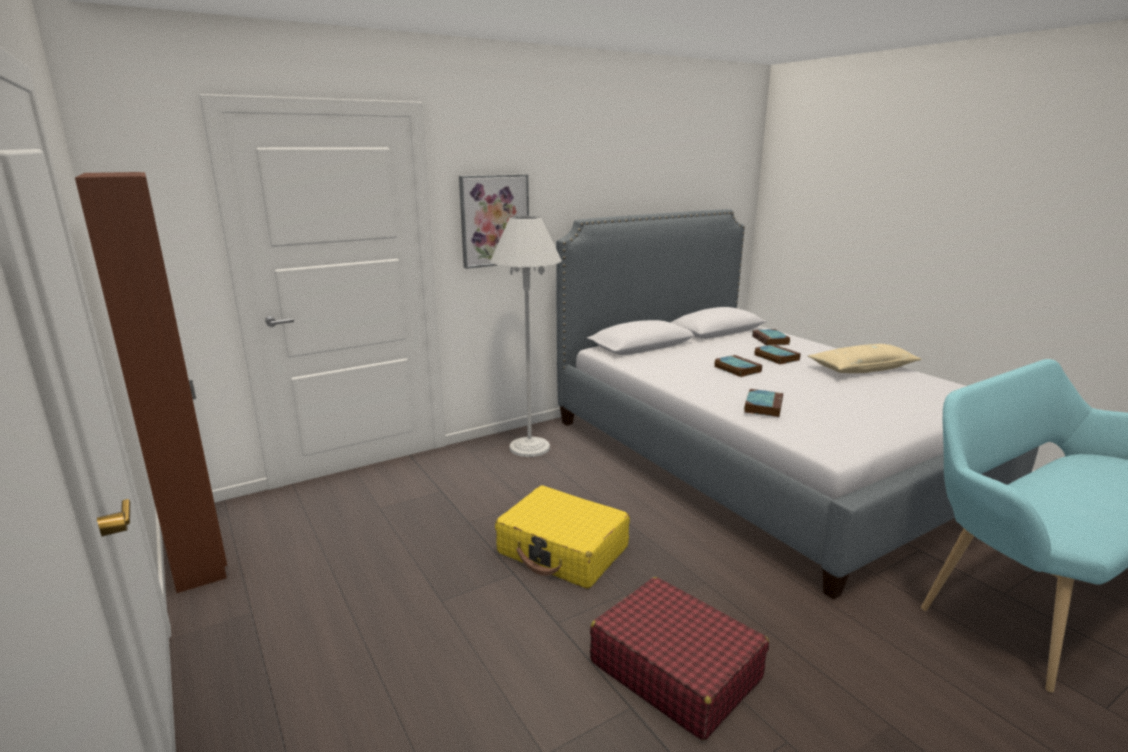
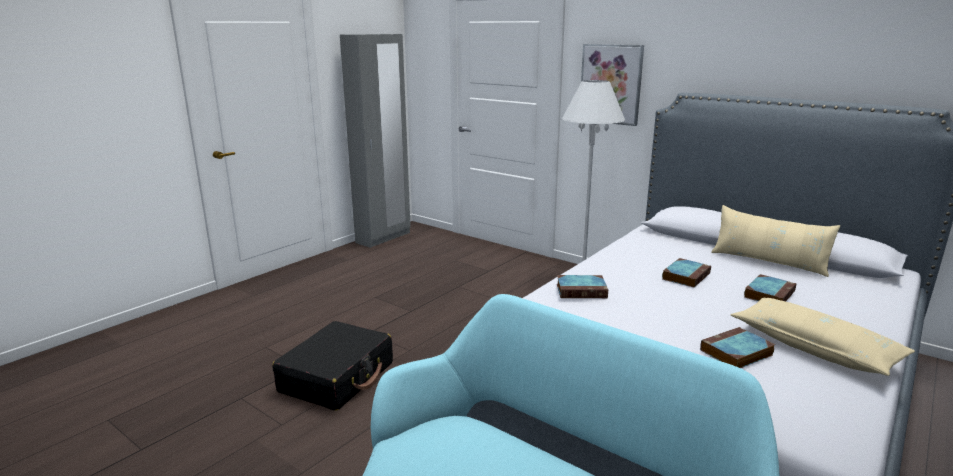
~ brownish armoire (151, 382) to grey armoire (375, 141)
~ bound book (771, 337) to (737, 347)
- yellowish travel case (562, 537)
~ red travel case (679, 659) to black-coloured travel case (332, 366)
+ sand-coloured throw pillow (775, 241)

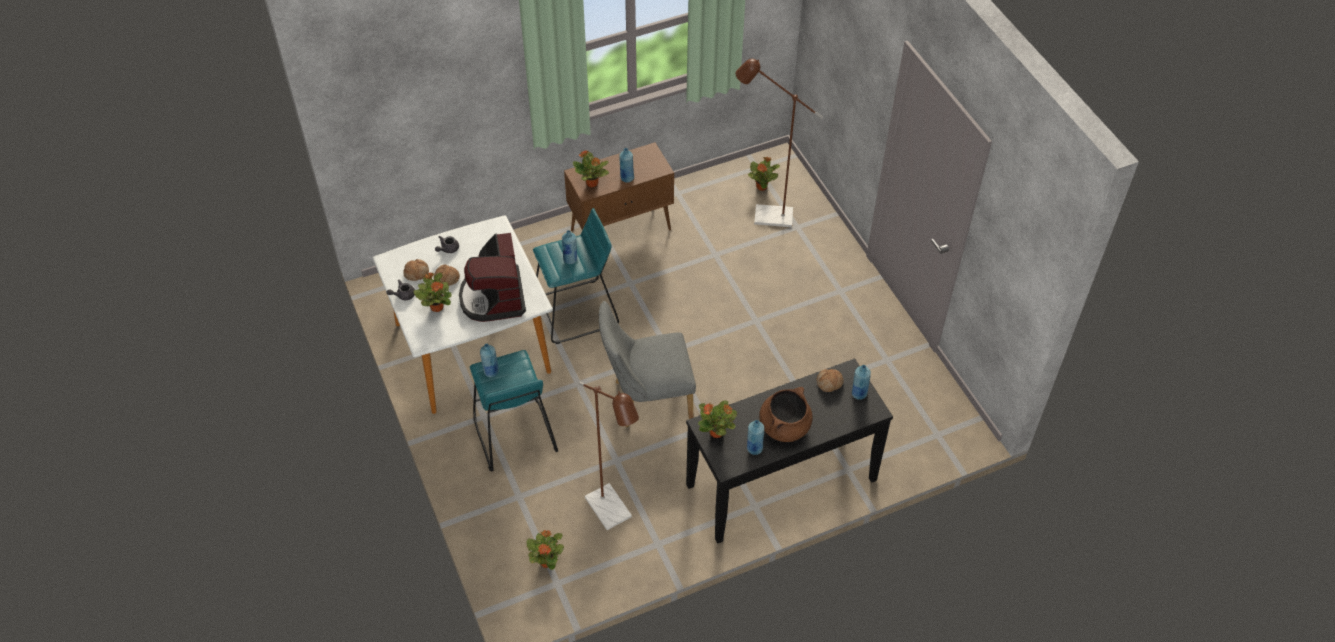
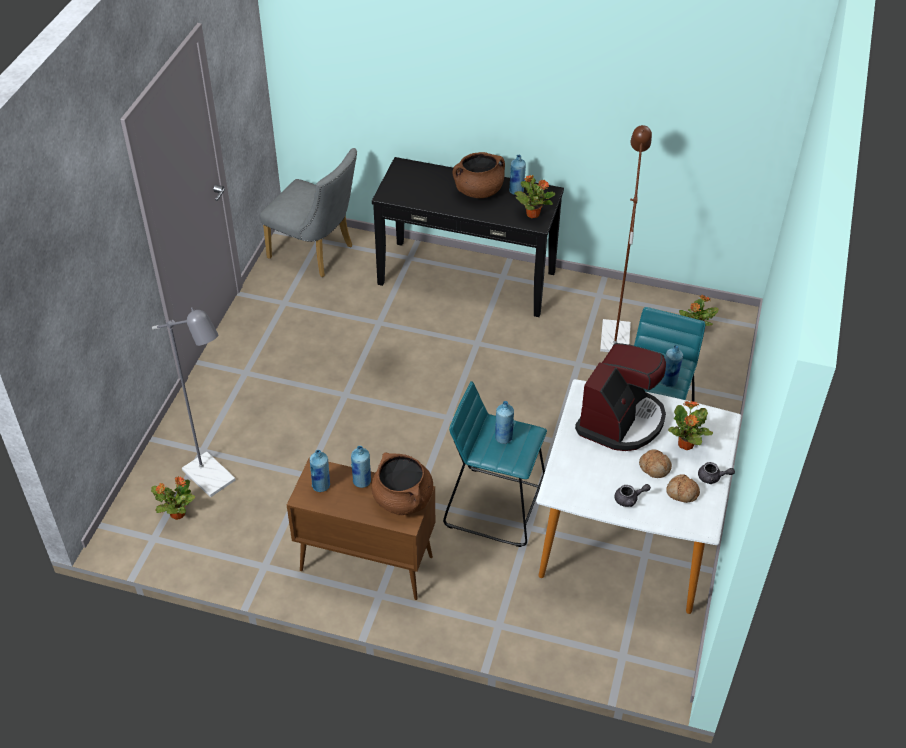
~ brownish standard lamp (779, 143) to grey standard lamp (193, 402)
~ potted plant (591, 169) to brownish stockpot (402, 484)
~ grey chair (647, 364) to (308, 212)
~ bluish drink bottle (861, 382) to (320, 471)
- bakery bread (830, 380)

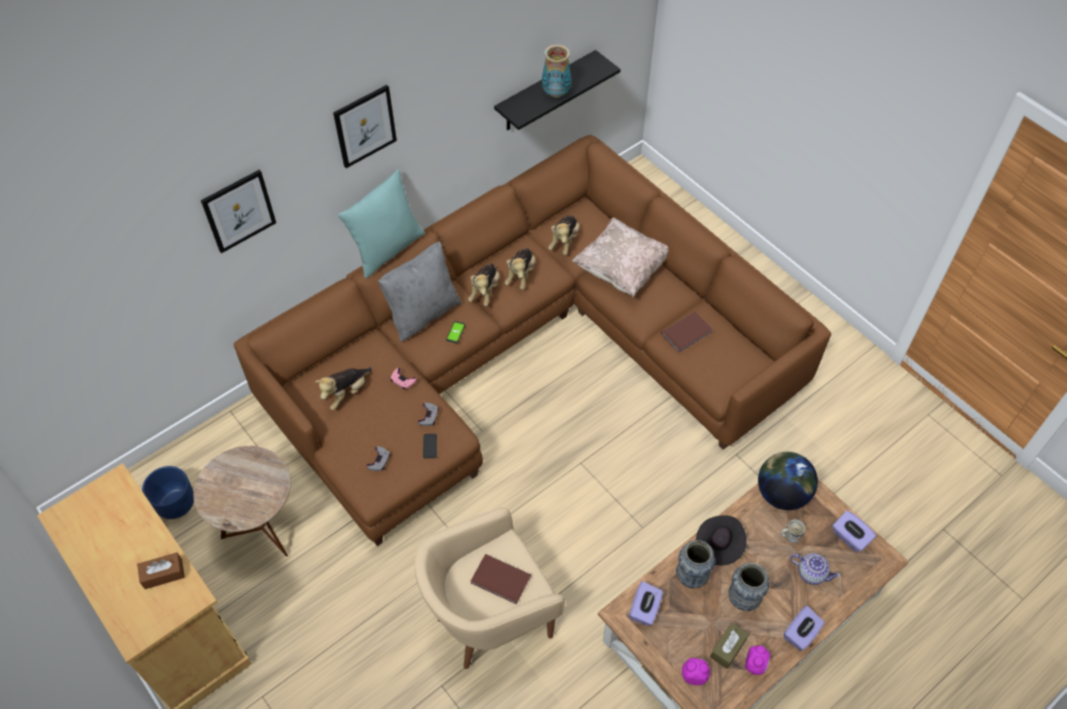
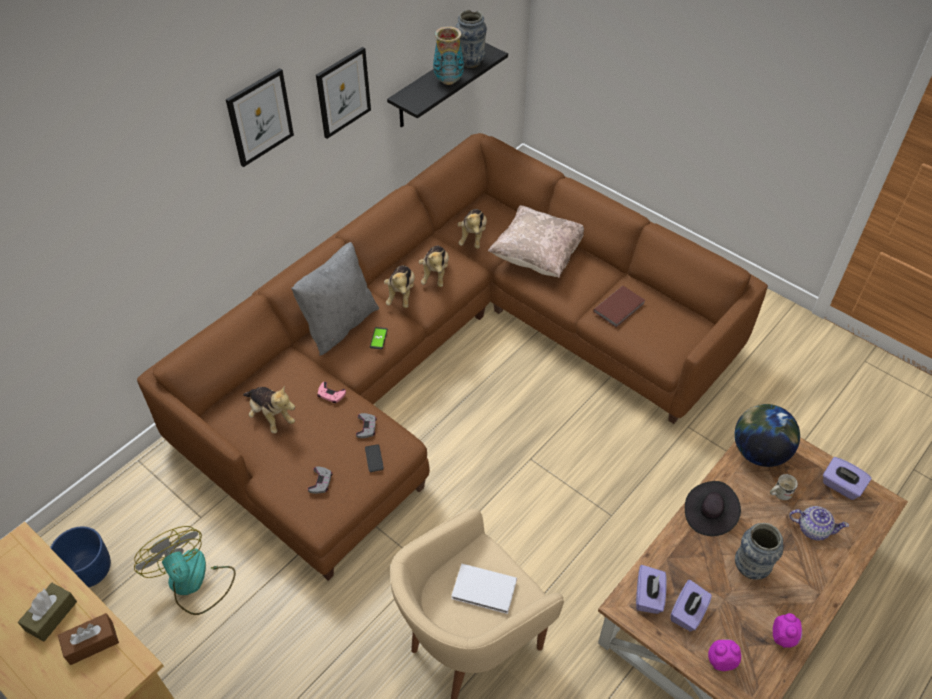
- turquoise-coloured throw pillow (381, 223)
~ wall art (238, 211) to (343, 93)
~ cuddly toy (343, 388) = (269, 409) 75 degrees counterclockwise
~ brownish accent table (242, 501) to cooling fan (185, 570)
~ vase (695, 564) to (471, 39)
~ brownish bound book (501, 579) to whitish bound book (484, 589)
~ purple tissue holder (804, 628) to (691, 606)
~ brownish tissue holder (729, 645) to (47, 612)

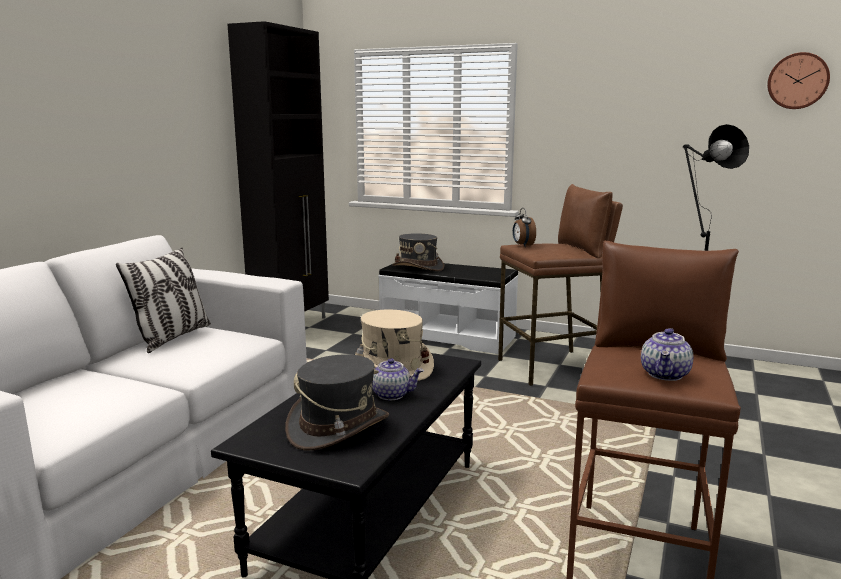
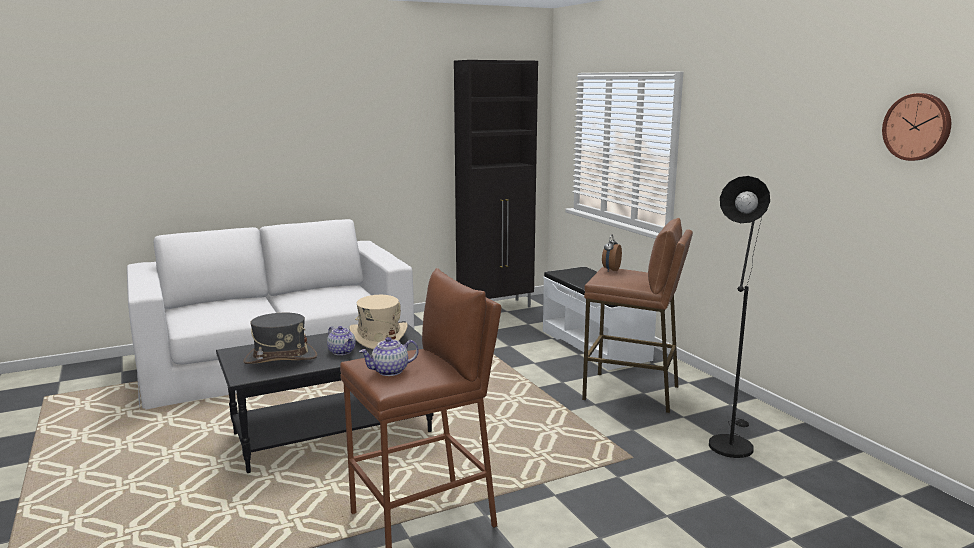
- grey wearable hat (418, 252)
- throw pillow (163, 300)

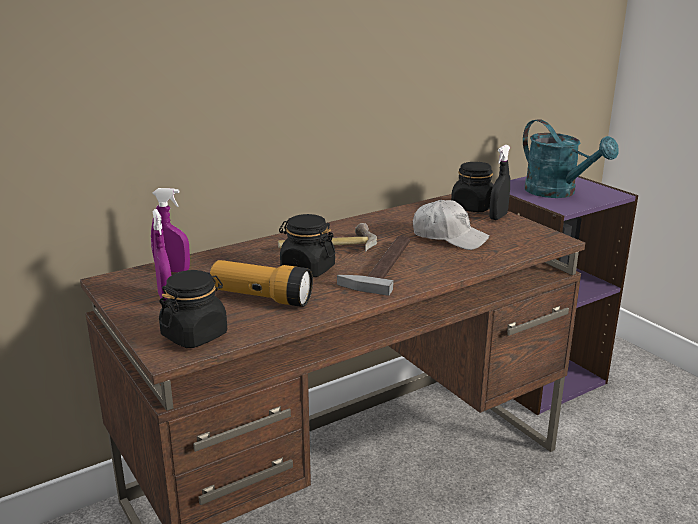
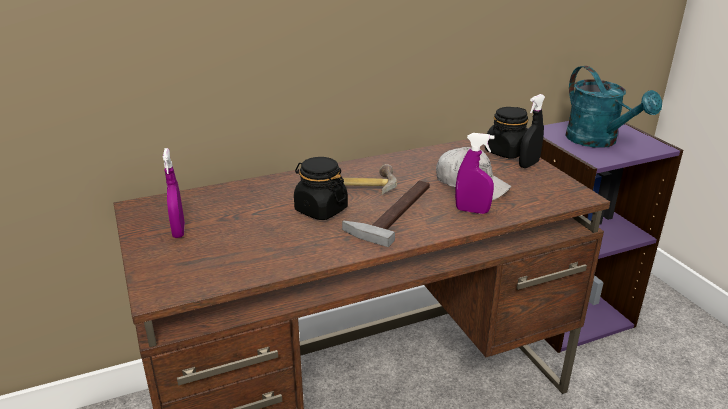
~ purple sprayer (170, 230) to (474, 173)
- torch (261, 283)
- black-coloured jar (193, 309)

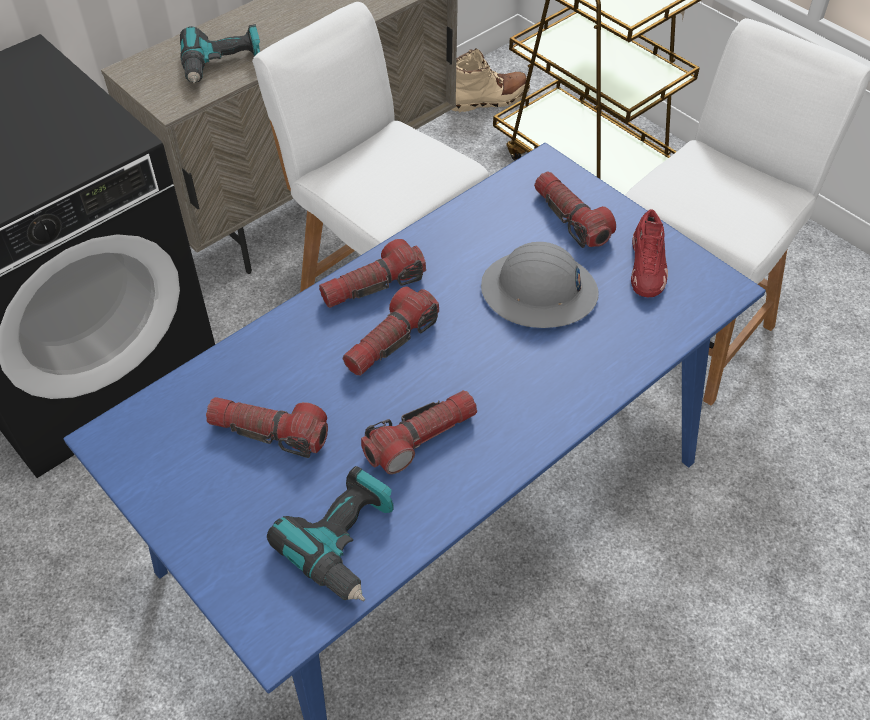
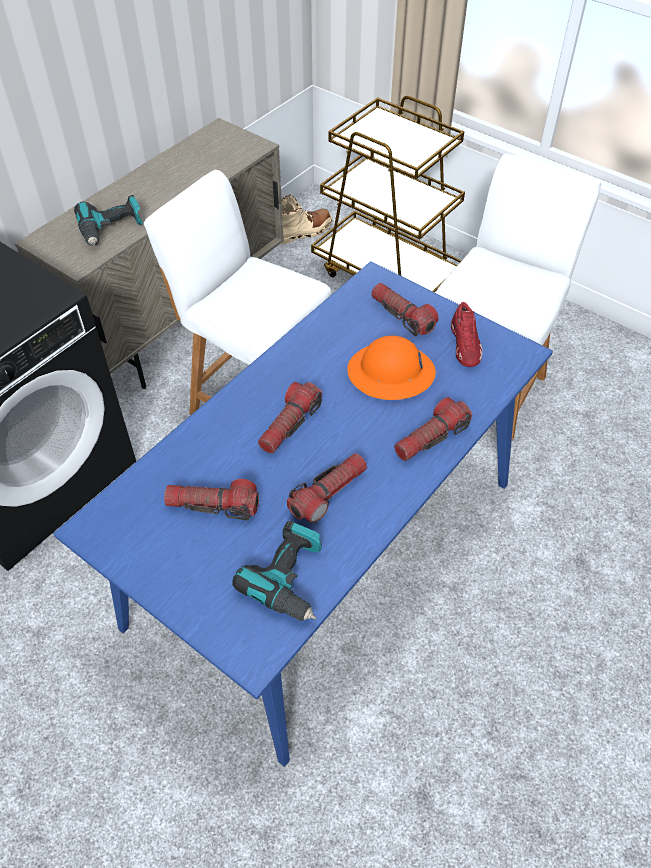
~ torch (372, 273) to (433, 429)
~ grey safety helmet (540, 285) to orange-coloured safety helmet (391, 368)

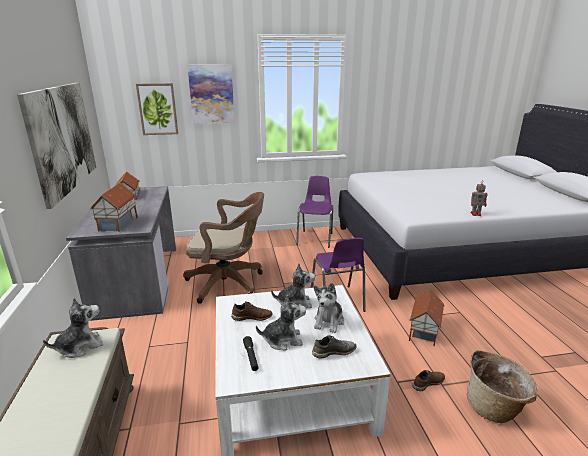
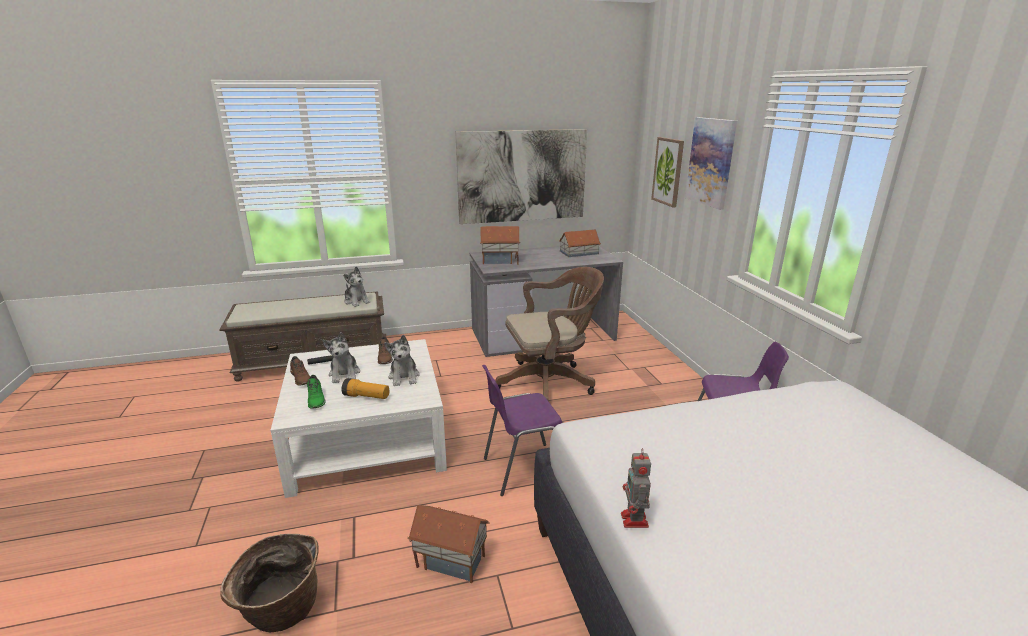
~ brownish computer chair (223, 248) = (549, 334) 105 degrees counterclockwise
~ cuddly toy (329, 308) to torch (365, 388)
~ grey low shoe (334, 346) to green low shoe (316, 392)
~ brownish low shoe (428, 380) to (300, 371)

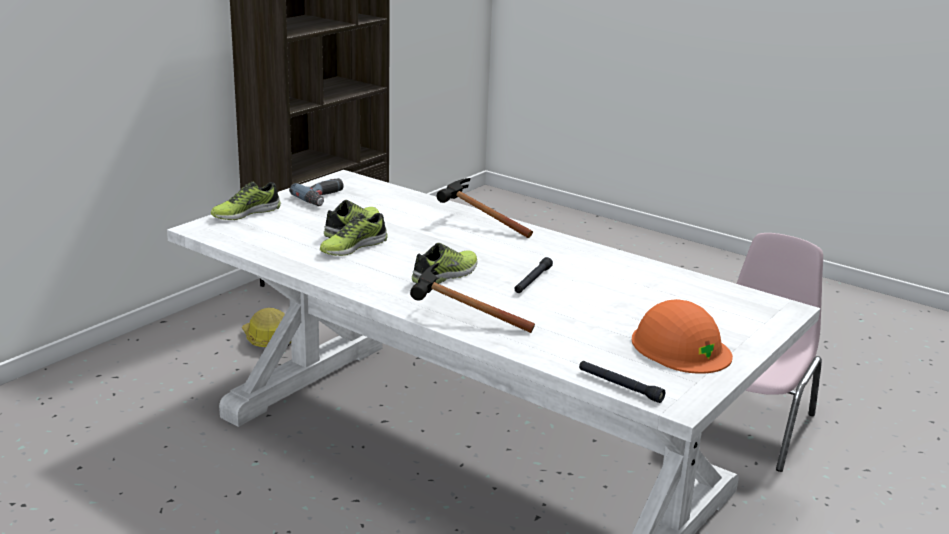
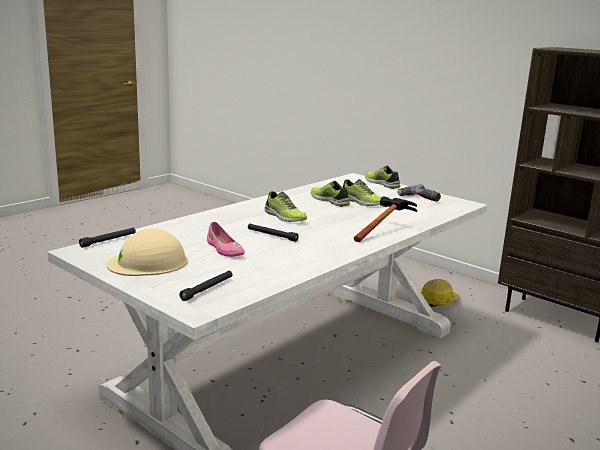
- hammer (472, 298)
~ orange-coloured safety helmet (682, 336) to sand-coloured safety helmet (147, 252)
+ pink low shoe (226, 239)
+ black-coloured torch (206, 286)

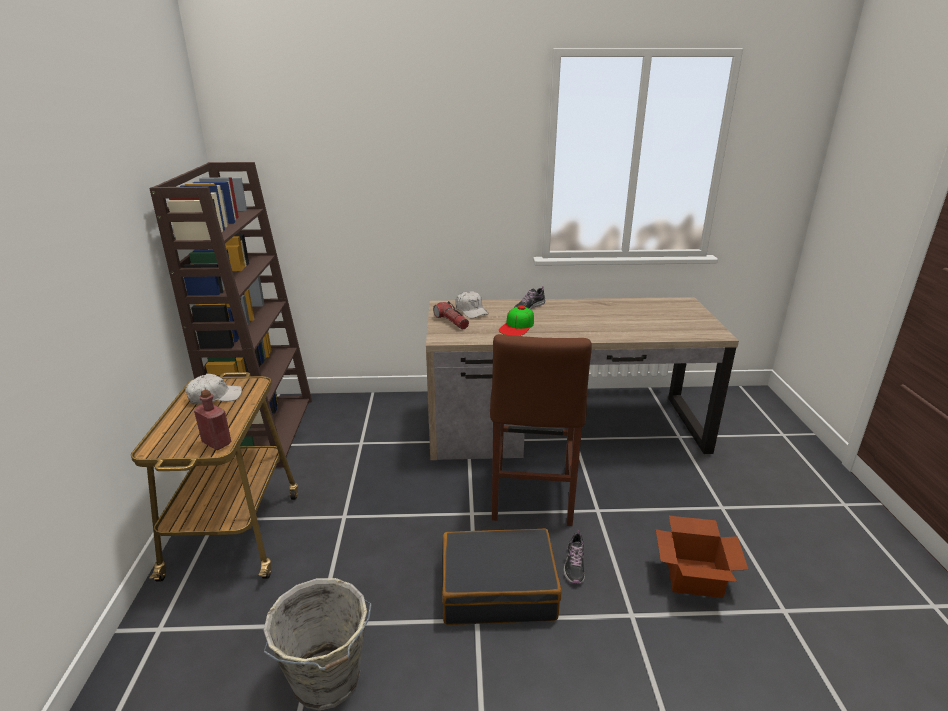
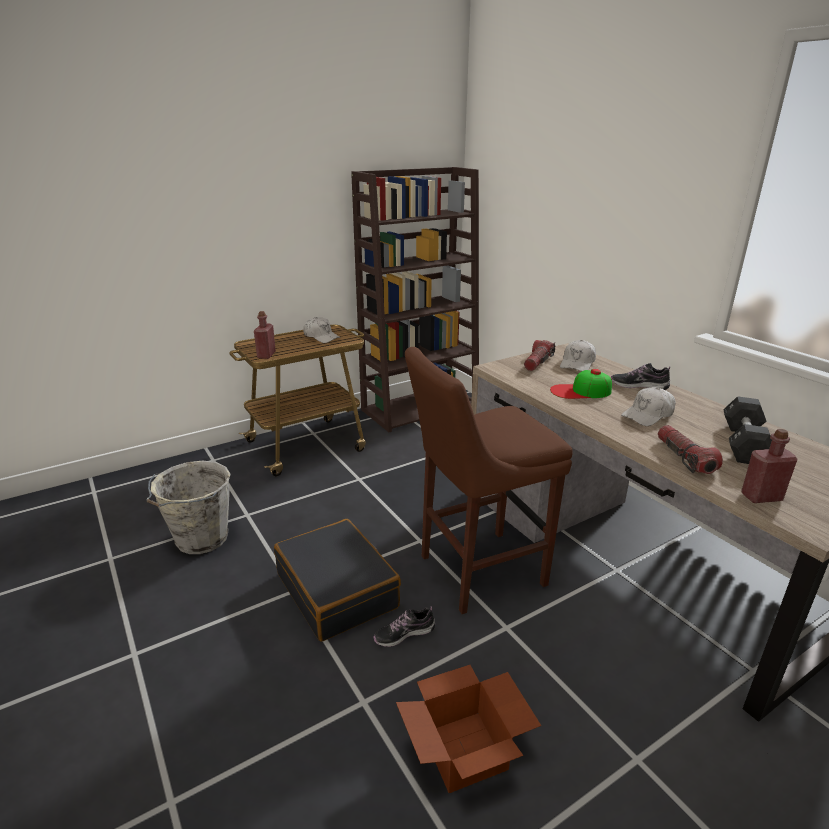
+ whitish cap (648, 406)
+ black-coloured free weight (747, 430)
+ torch (690, 449)
+ red drink bottle (770, 466)

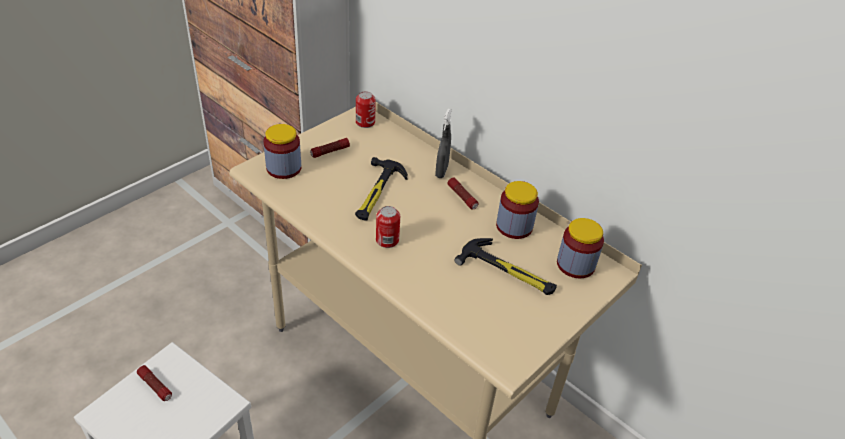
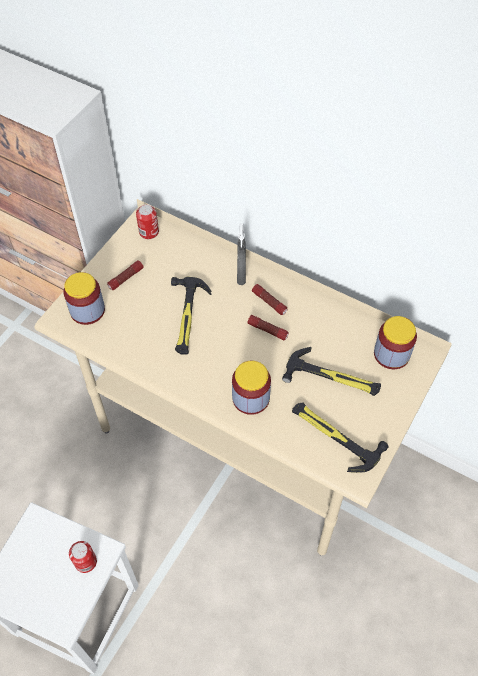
~ jar (517, 210) to (251, 387)
~ sealed can (388, 227) to (83, 557)
~ torch (154, 383) to (268, 327)
+ hammer (340, 438)

